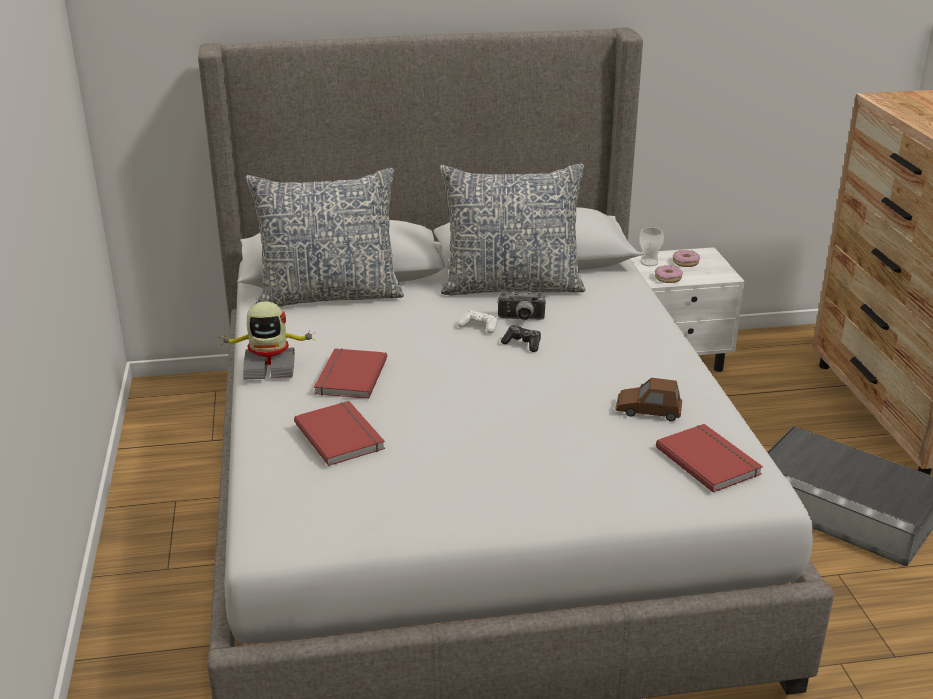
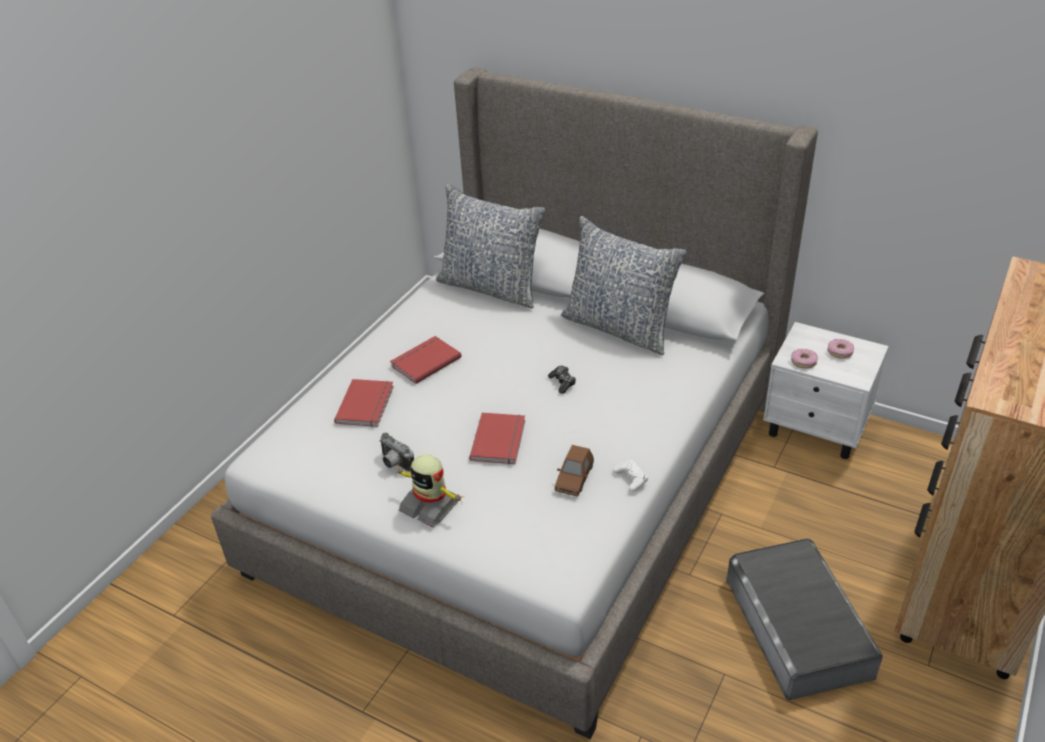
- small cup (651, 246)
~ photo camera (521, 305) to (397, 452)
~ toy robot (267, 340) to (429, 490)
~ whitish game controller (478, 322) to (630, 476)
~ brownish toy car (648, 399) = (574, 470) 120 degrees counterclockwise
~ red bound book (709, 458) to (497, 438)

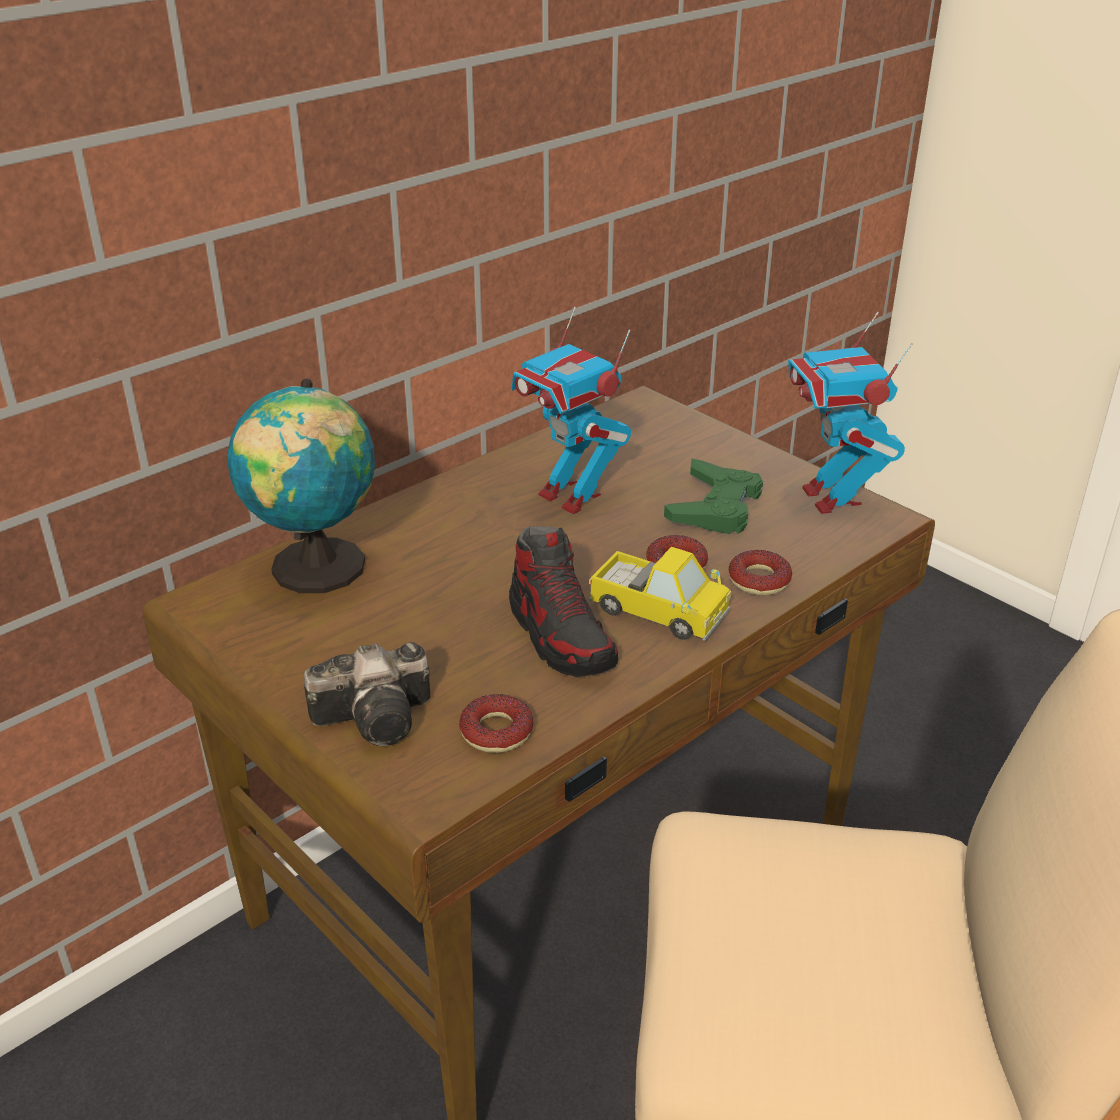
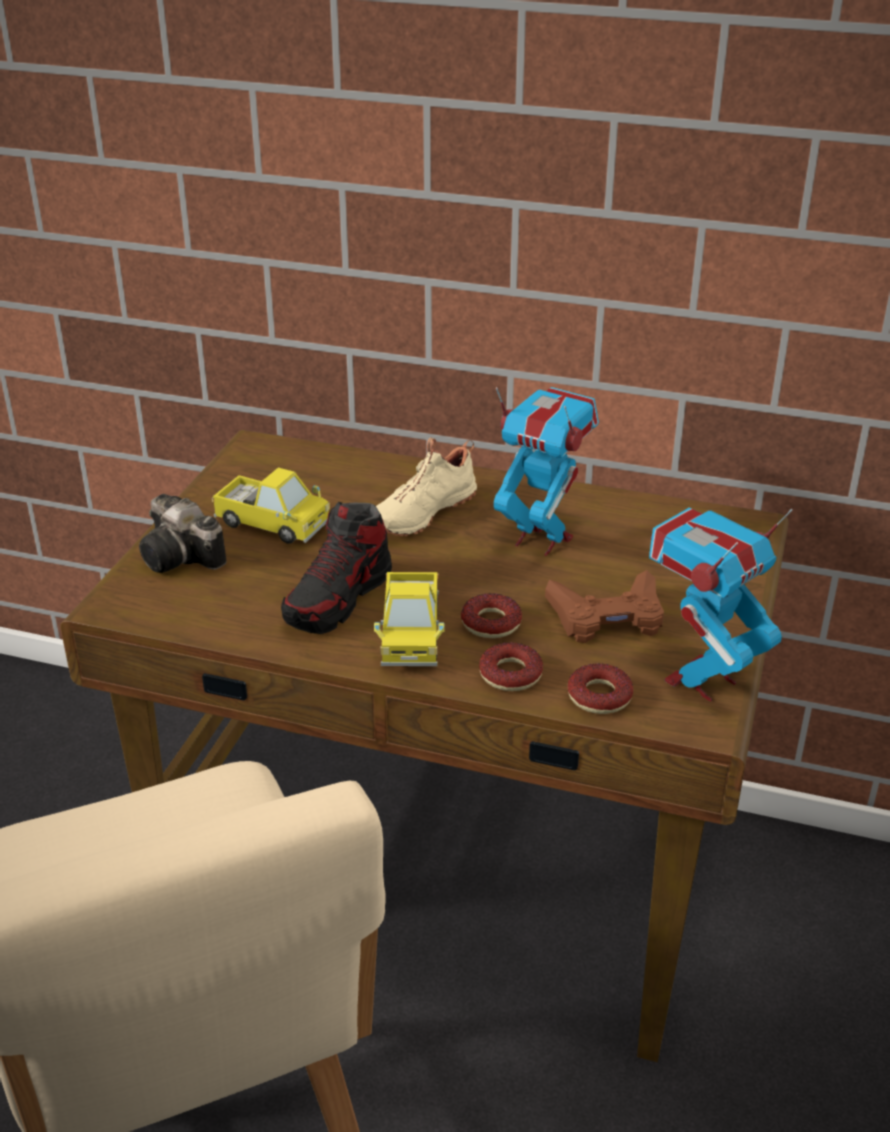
~ toy robot (571, 410) = (546, 471) 105 degrees clockwise
- desk globe (301, 486)
~ green game controller (713, 496) to brownish game controller (604, 606)
~ donut (496, 723) to (600, 688)
+ sand-coloured low shoe (426, 486)
+ toy lorry (271, 506)

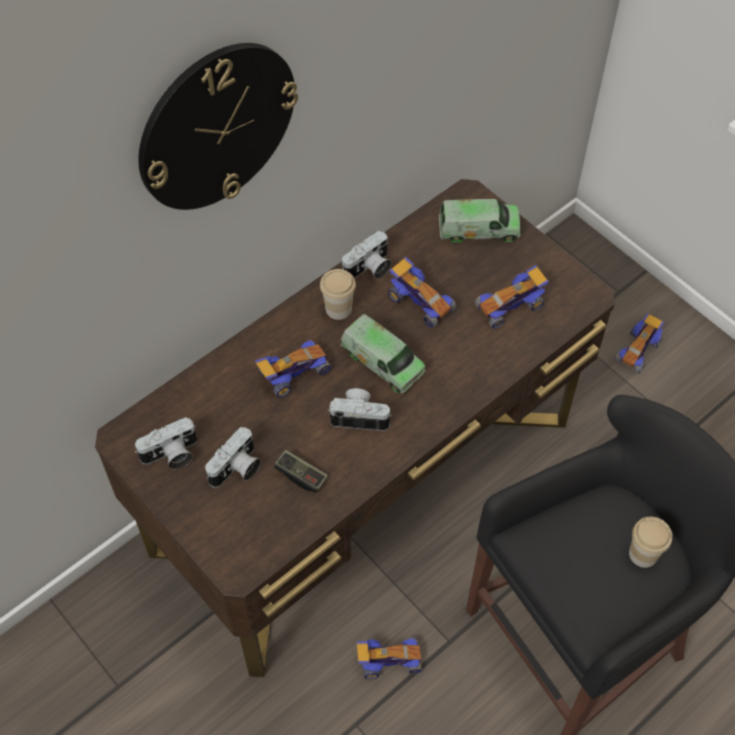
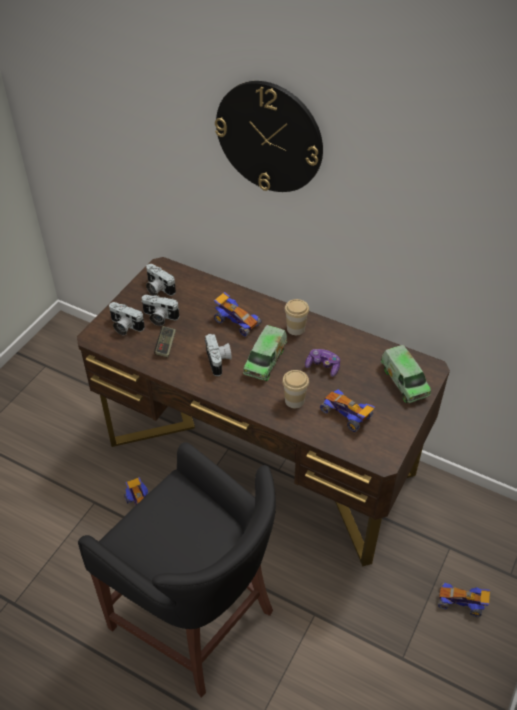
~ photo camera (367, 254) to (127, 318)
~ toy car (422, 292) to game controller (322, 363)
~ small cup (650, 542) to (295, 389)

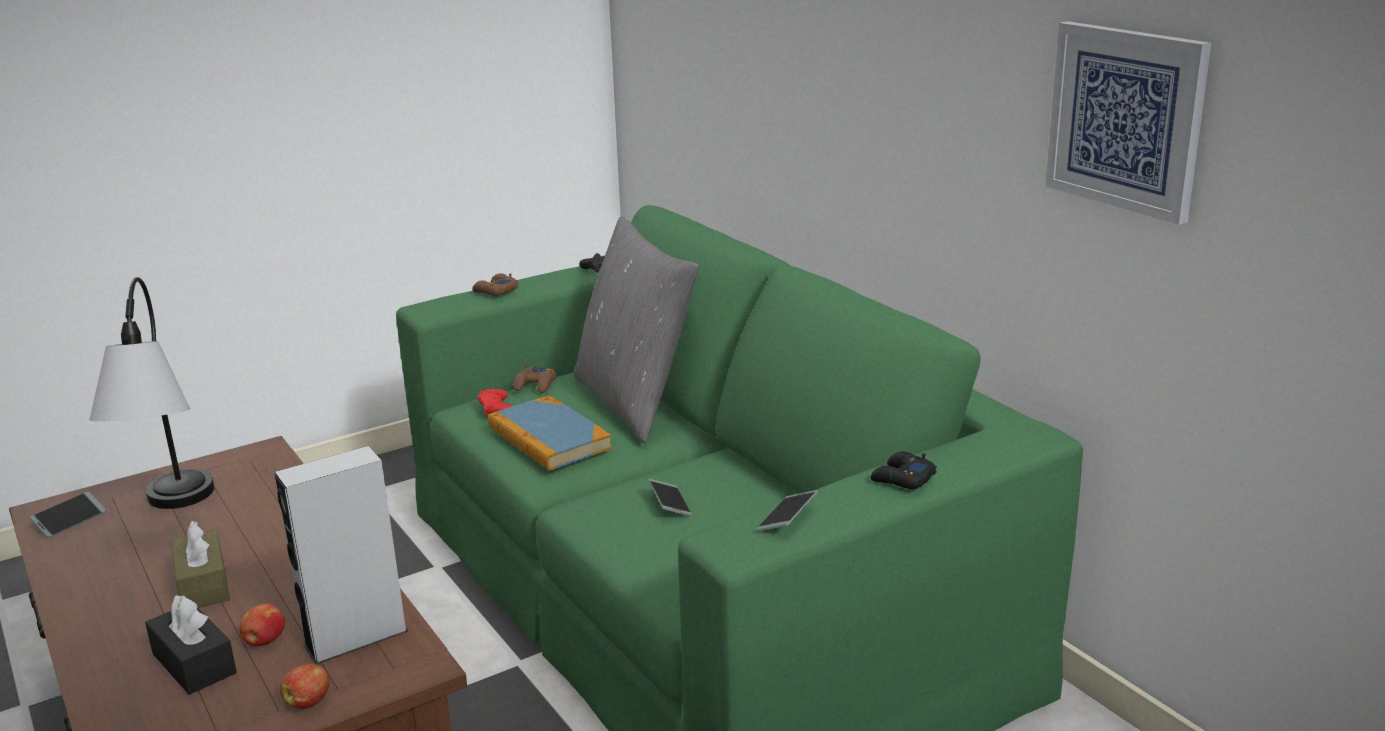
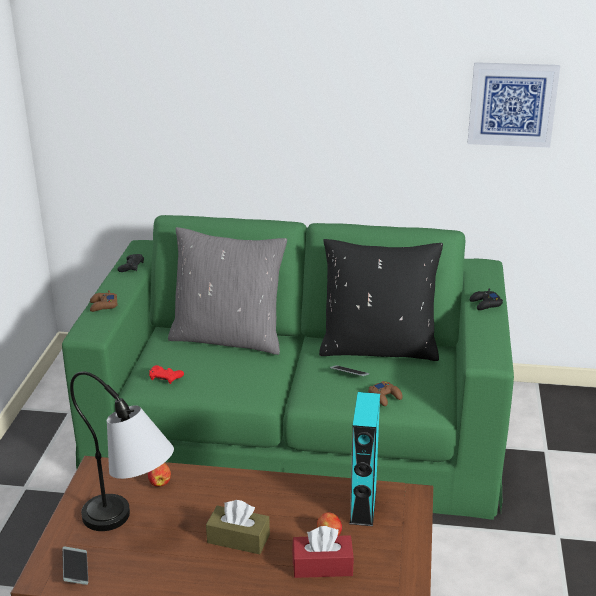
~ brownish game controller (534, 378) to (385, 393)
- bound book (550, 433)
~ grey speaker (342, 555) to turquoise-coloured speaker (364, 459)
- telephone (787, 511)
~ black-coloured tissue holder (191, 645) to red tissue holder (323, 552)
~ whole apple (305, 686) to (159, 475)
+ black-coloured throw pillow (381, 300)

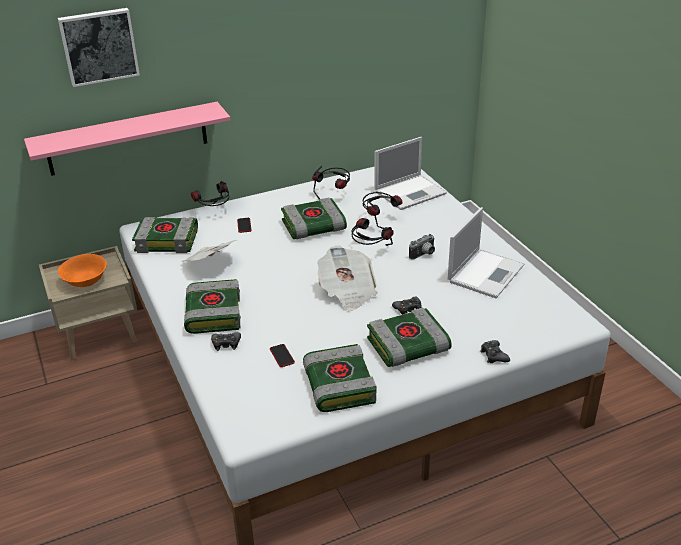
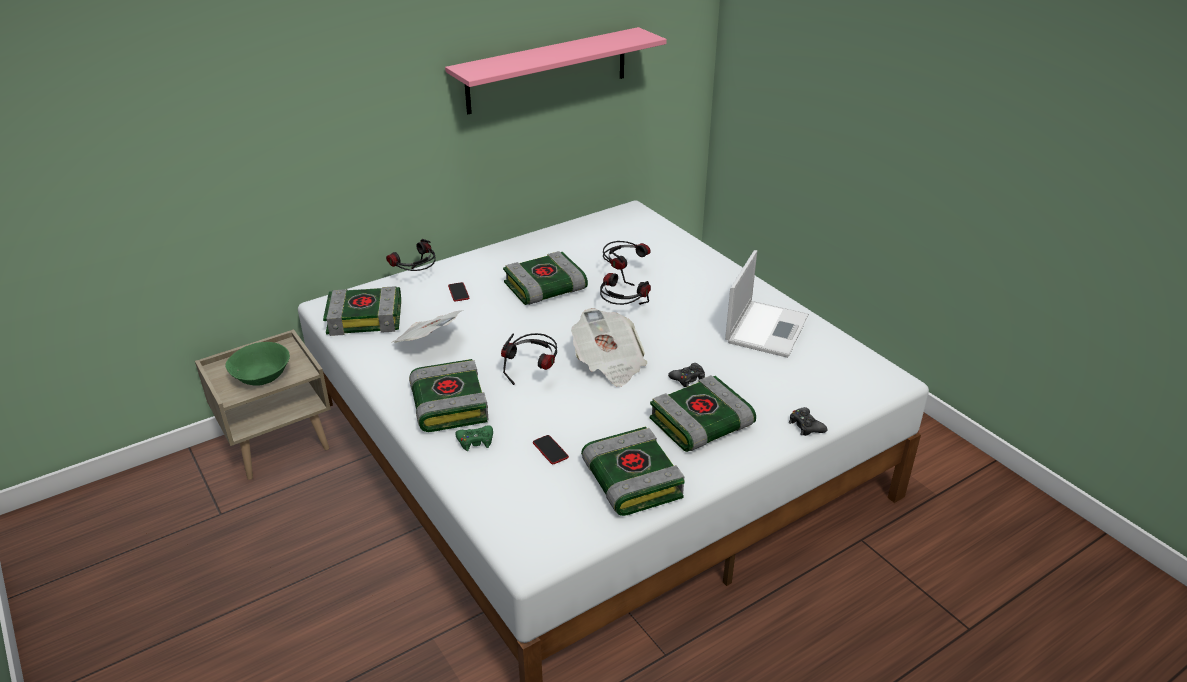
- wall art (99, 47)
~ pink wall shelf (127, 139) to (556, 70)
- notebook computer (410, 173)
~ headset (331, 182) to (529, 359)
- photo camera (422, 247)
~ orange-coloured bowl (82, 270) to green bowl (257, 363)
~ black-coloured game controller (226, 341) to green game controller (474, 438)

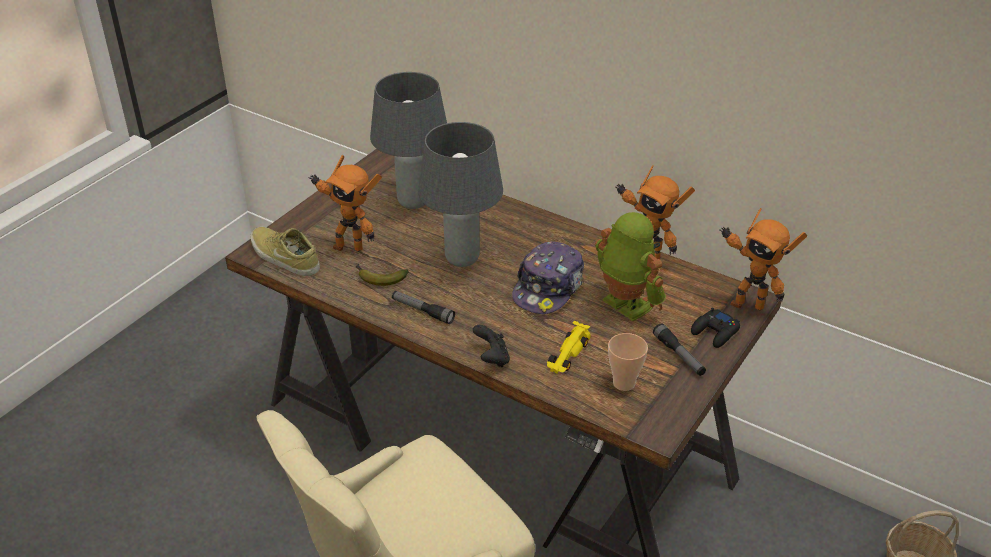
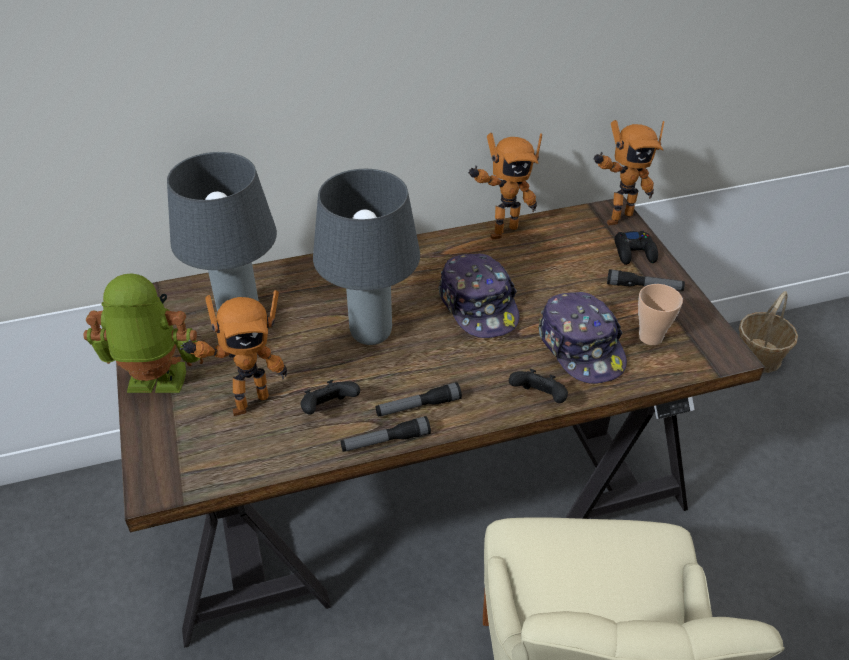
~ toy robot (630, 266) to (143, 333)
- sand-coloured low shoe (285, 251)
~ banana (382, 275) to black-coloured game controller (330, 397)
~ yellowish toy car (569, 347) to cap (582, 338)
+ torch (385, 434)

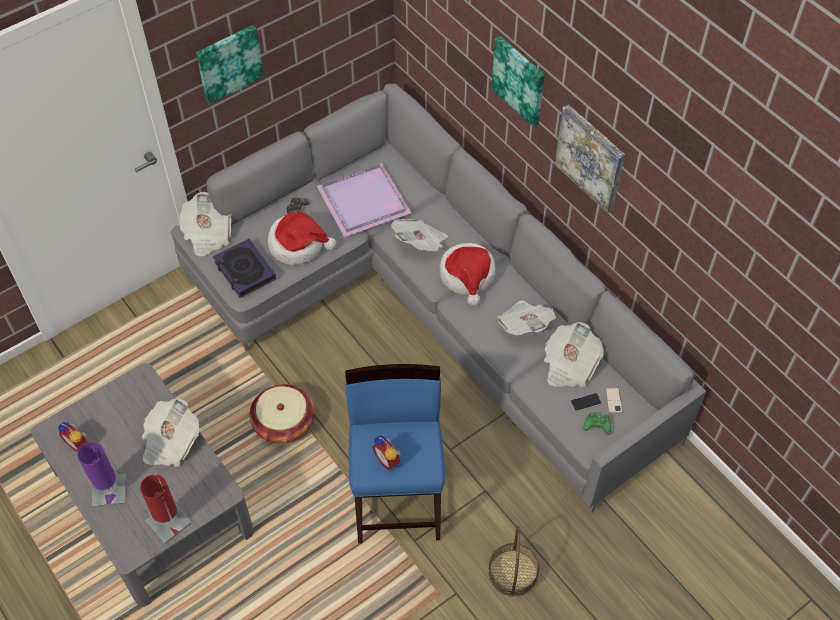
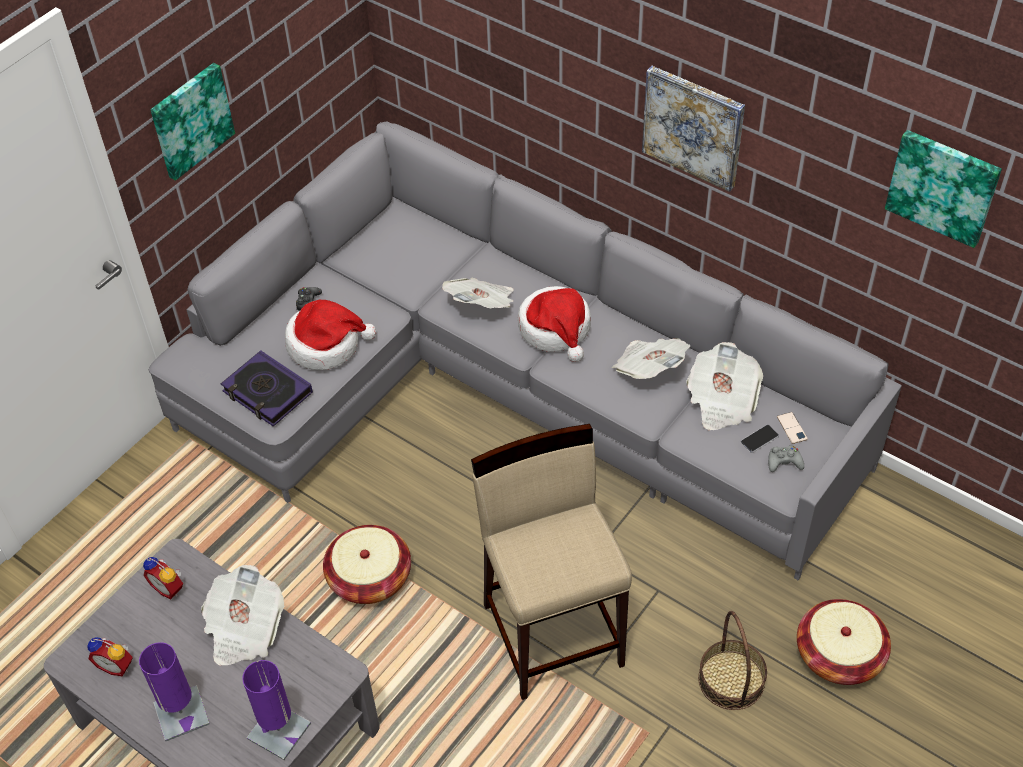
~ wall art (518, 81) to (943, 189)
- purple carrying tray (364, 200)
- newspaper (204, 224)
~ bluish stool (395, 454) to sand-coloured stool (551, 562)
~ green game controller (597, 423) to grey game controller (786, 458)
~ bedside clock (386, 452) to (163, 578)
~ red lamp for a table (166, 509) to purple lamp for a table (277, 710)
+ basket (844, 642)

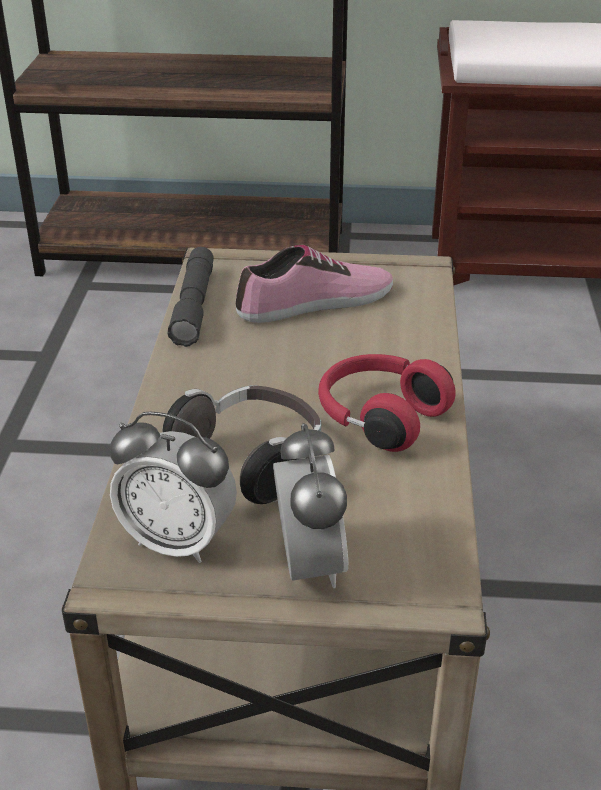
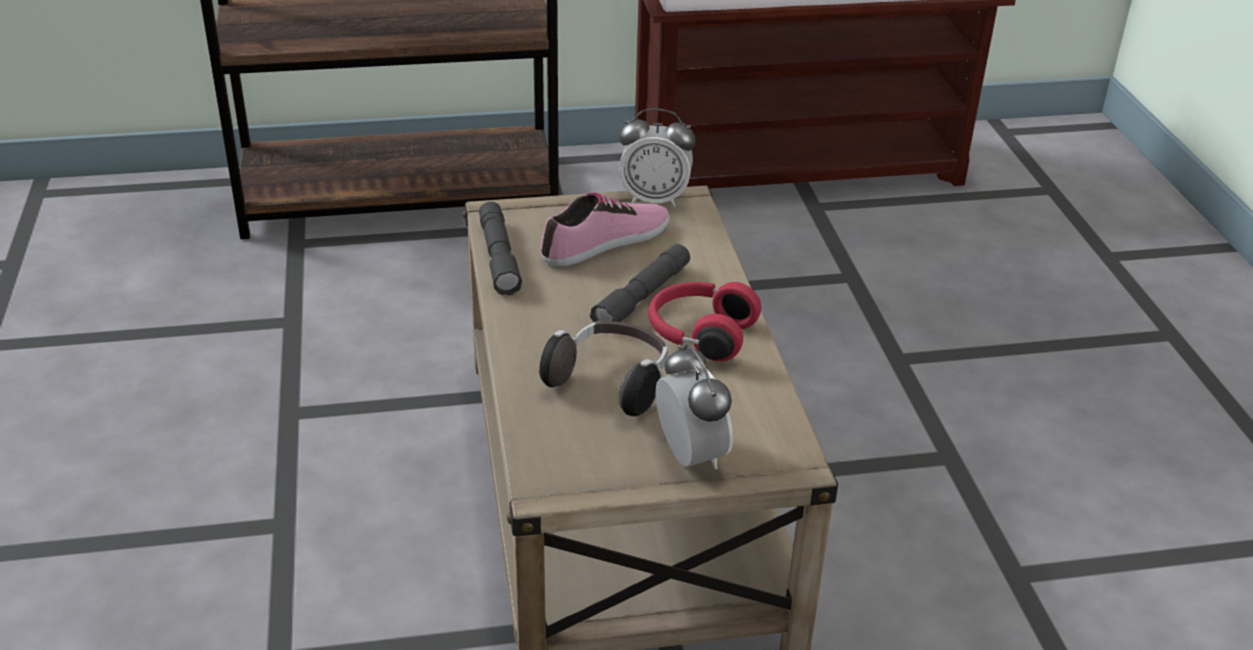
~ bedside clock (173, 487) to (657, 158)
+ grey torch (640, 283)

